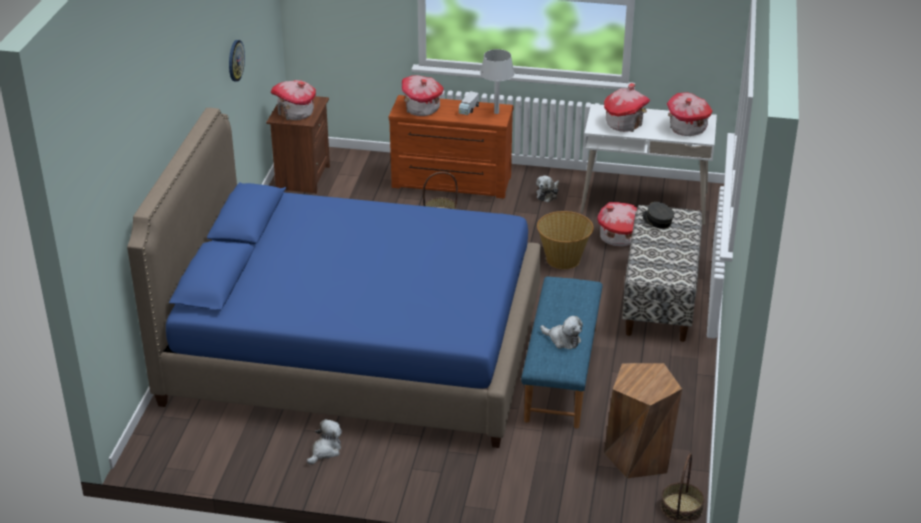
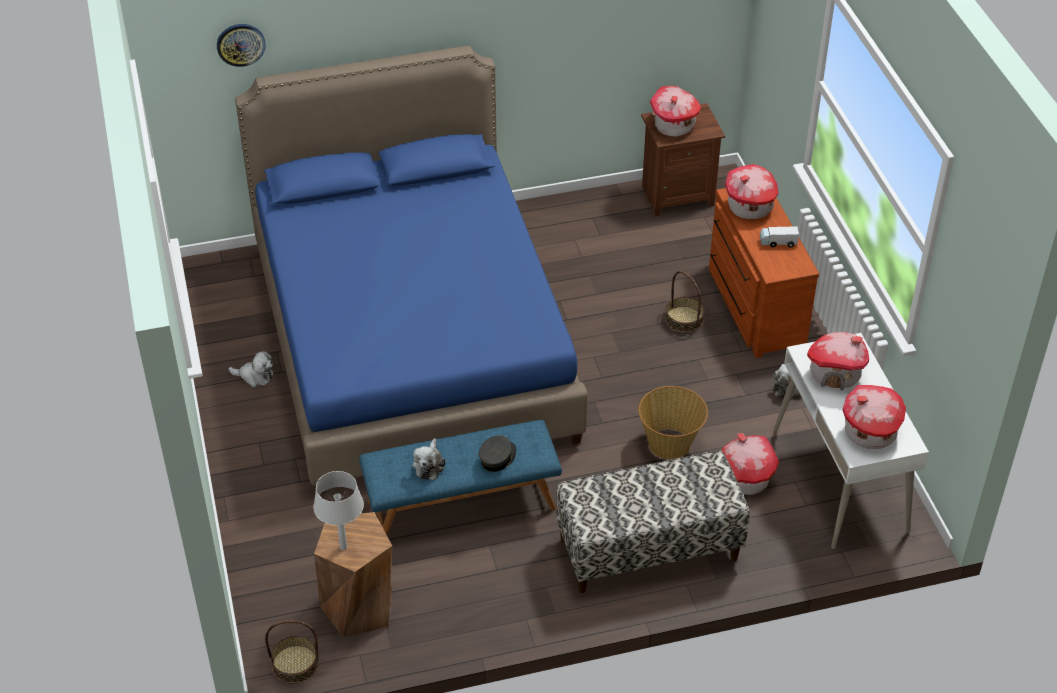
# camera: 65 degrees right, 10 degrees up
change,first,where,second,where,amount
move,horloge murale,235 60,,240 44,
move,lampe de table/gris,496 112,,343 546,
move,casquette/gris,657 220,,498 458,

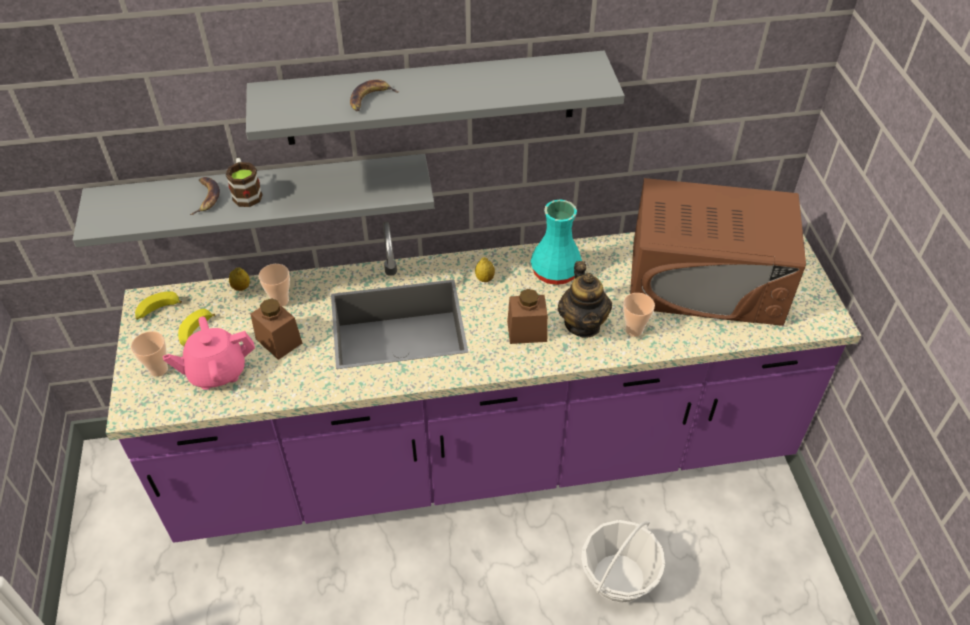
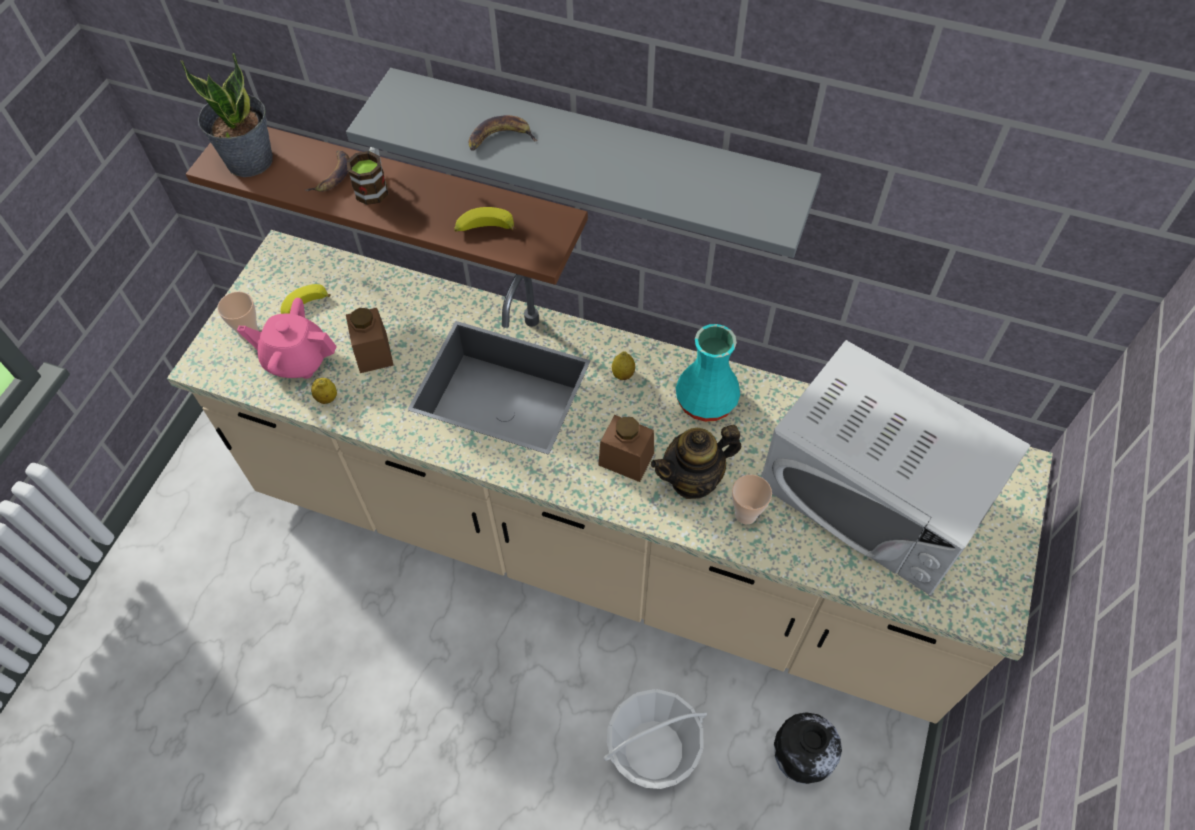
# camera: 30 degrees right, 10 degrees up
change,first,where,second,where,amount
recolor,comptoir de cuisine/violet,485 454,comptoir de cuisine/beige,599 545,
insert,,,plante en pot,249 160,
recolor,étagère/gris,263 197,étagère/marron,409 192,
move,citron,241 287,,327 398,
move,banane,157 310,,484 229,
rotate,théière,583 324,,693 479,45 degrees clockwise
recolor,micro-ondes/marron,706 281,micro-ondes/blanc,875 493,
insert,,,vase,799 759,
delete,tasse,280 300,,,

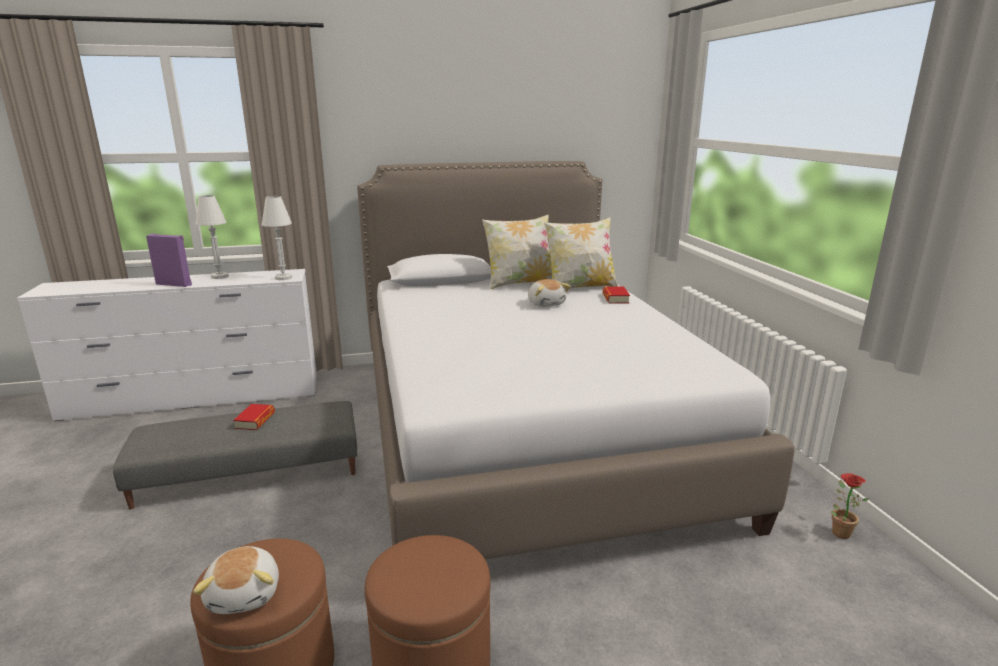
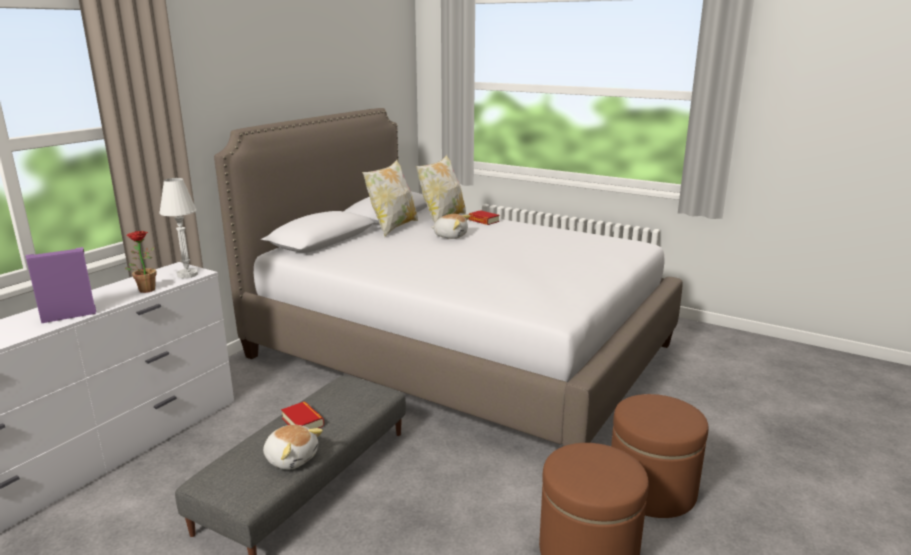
# camera: 45 degrees left, 0 degrees up
change,first,where,second,where,amount
move,plante en pot,838 531,,145 289,
move,peluche,245 594,,291 458,
delete,lampe de table/blanc,219 276,,,

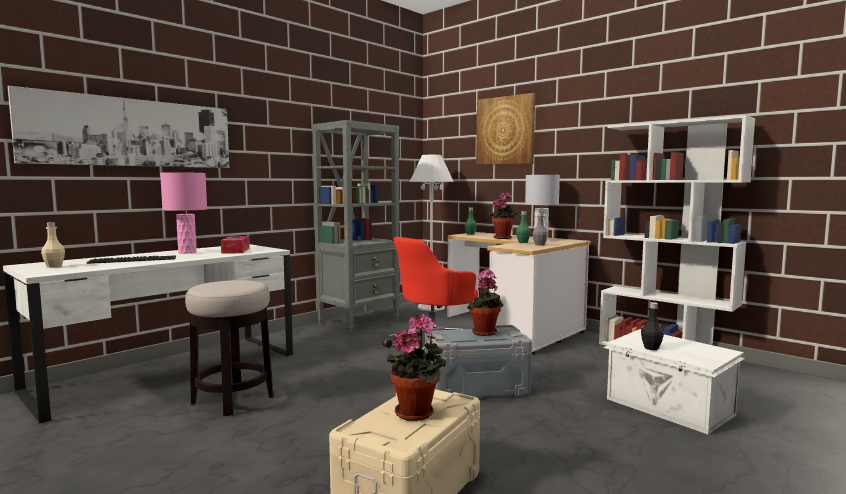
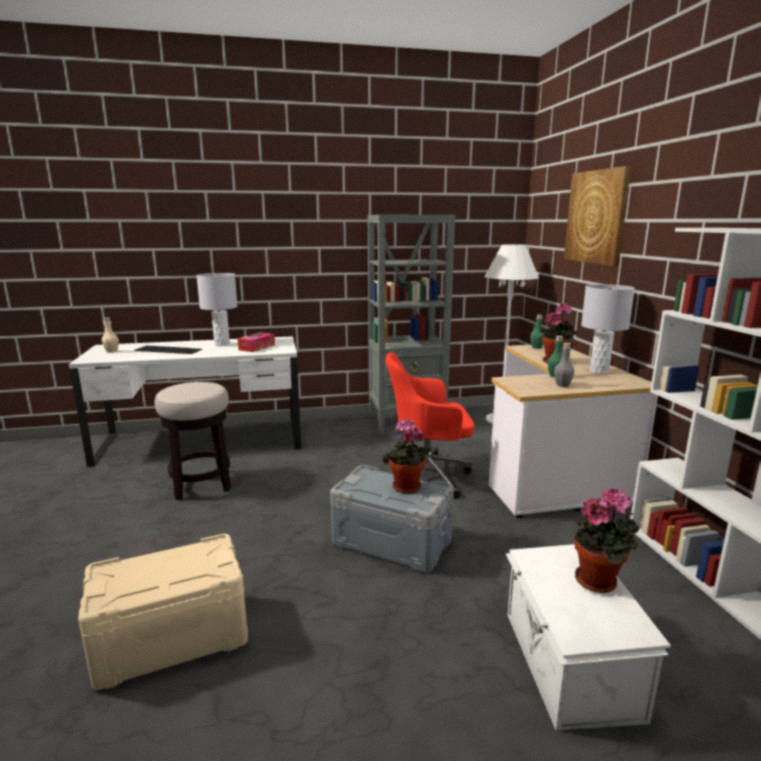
# camera: 35 degrees right, 10 degrees up
change,first,where,second,where,amount
recolor,lampe de table/rose,187 252,lampe de table/gris,222 344,
move,plante en pot,417 412,,599 581,
delete,tableau,133 132,,,
delete,bouteille/noir,651 348,,,

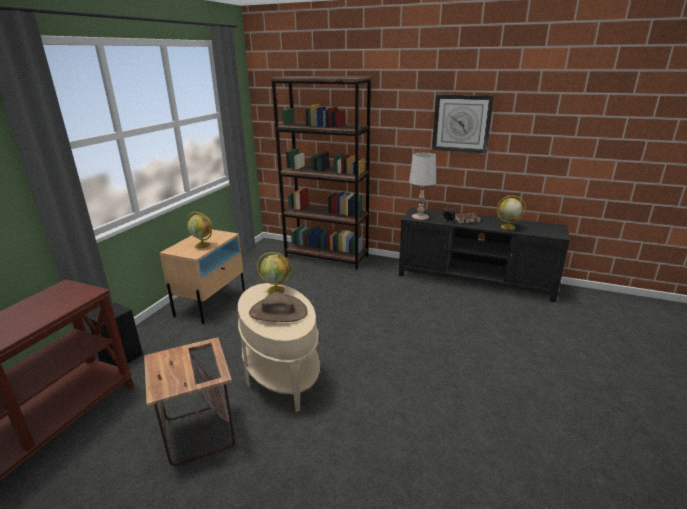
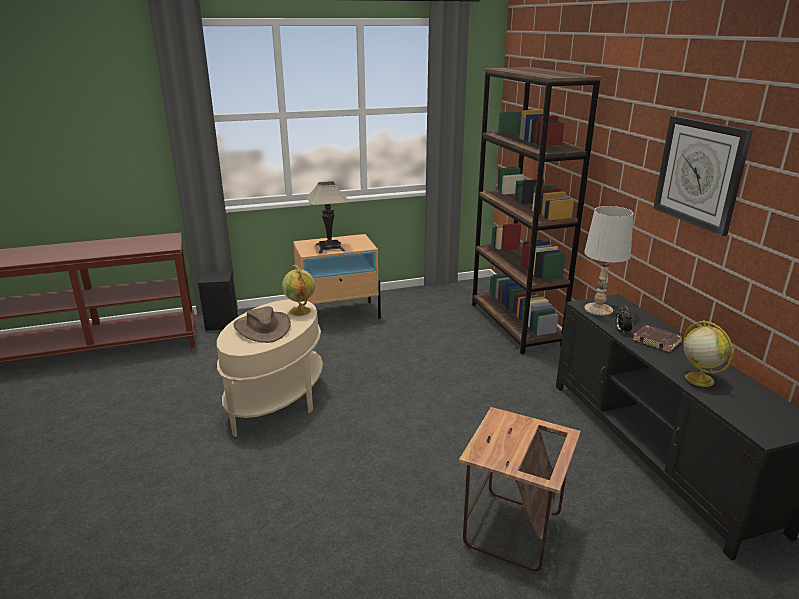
# camera: 50 degrees right, 0 degrees up
change,first,where,second,where,amount
replace,globe,203 245,lampe de table,330 247,
move,table d'appoint,199 434,,512 531,

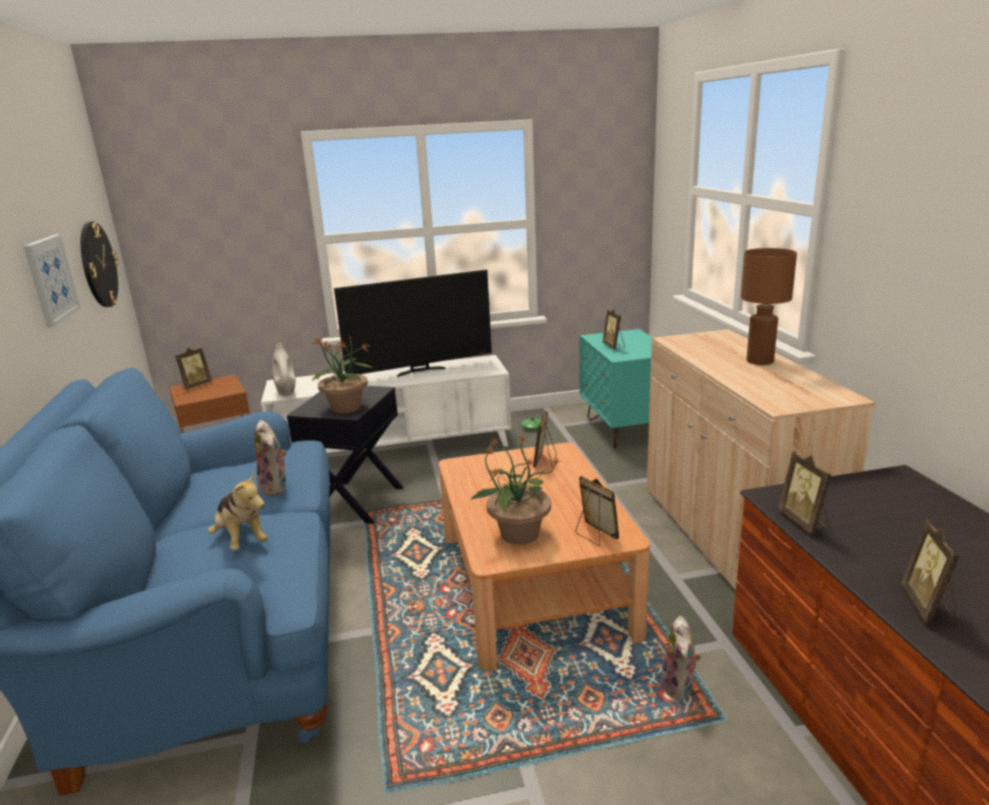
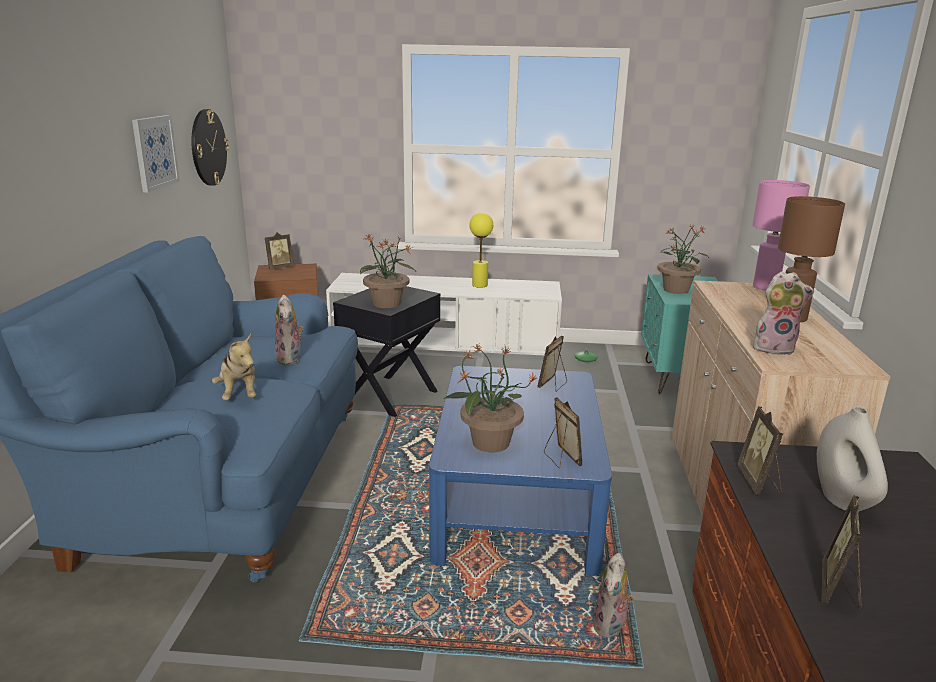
# camera: 15 degrees right, 0 degrees up
change,first,where,second,where,amount
recolor,table basse/marron,533 583,table basse/bleu,516 499,
replace,téléviseur,420 371,lampe de table/jaune,480 285,
replace,cadre photo,614 346,plante en pot,676 289,
insert,,,lampe de table/rose,765 287,
insert,,,peluche,774 348,
move,vase/blanc,286 392,,842 500,

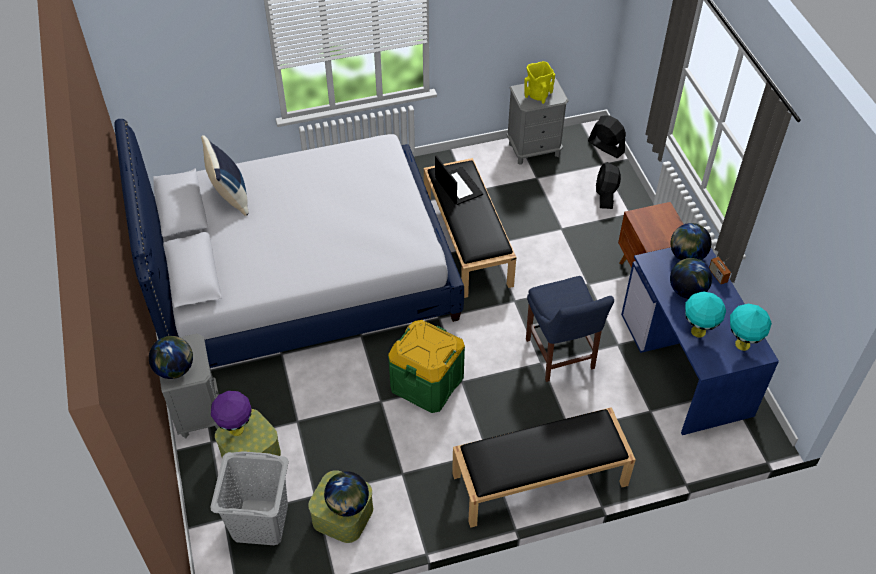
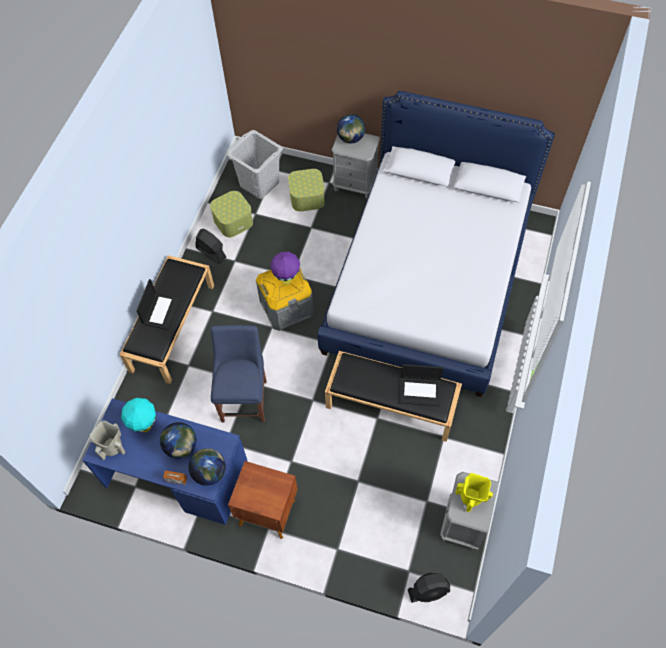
# camera: 125 degrees right, 10 degrees up
change,first,where,second,where,amount
replace,lampe de table/turquoise,741 344,vase/beige,113 446,
insert,,,ordinateur portable,161 310,
move,ventilateur/noir,605 195,,211 252,
rotate,chaise/bleu,561 356,,245 398,75 degrees clockwise
recolor,boîte de rangement/vert,427 382,boîte de rangement/gris,286 307,
move,lampe de table/violet,236 429,,287 280,
delete,coussin/bleu,229 196,,,
delete,globe,347 504,,,

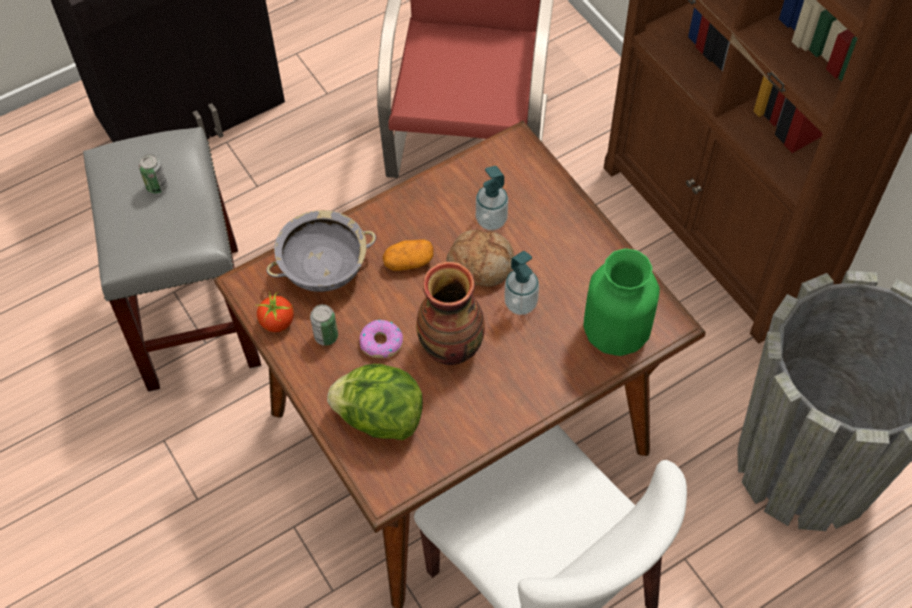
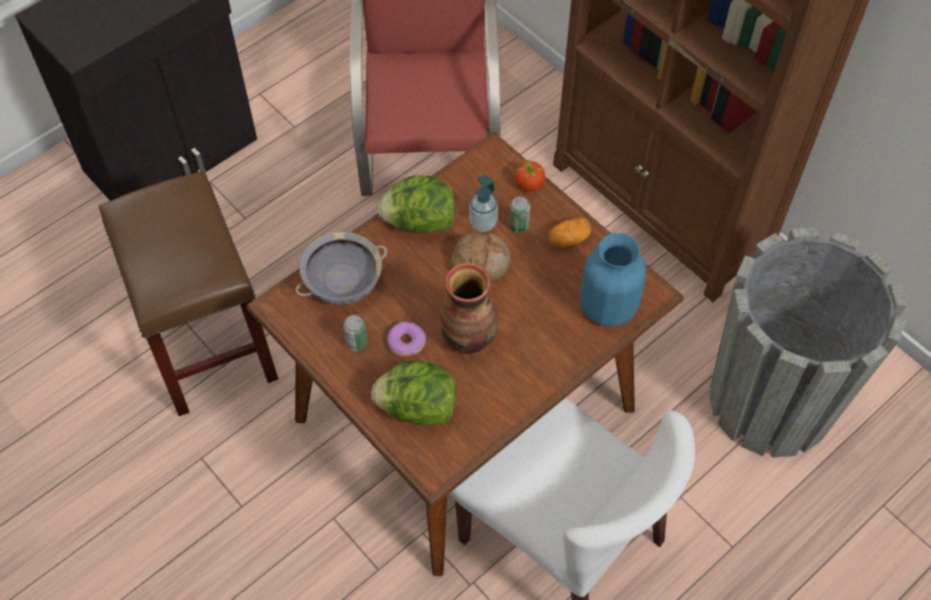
# camera: 10 degrees left, 0 degrees up
change,first,where,second,where,amount
recolor,tabouret/gris,195 317,tabouret/marron,210 343,
insert,,,laitue,419 222,
move,boîte métallique,157 186,,518 225,
move,tomate,277 322,,529 184,
move,pomme de terre,408 262,,568 239,
recolor,vase/vert,616 332,vase/bleu,608 306,
delete,distributeur de savon,520 303,,,

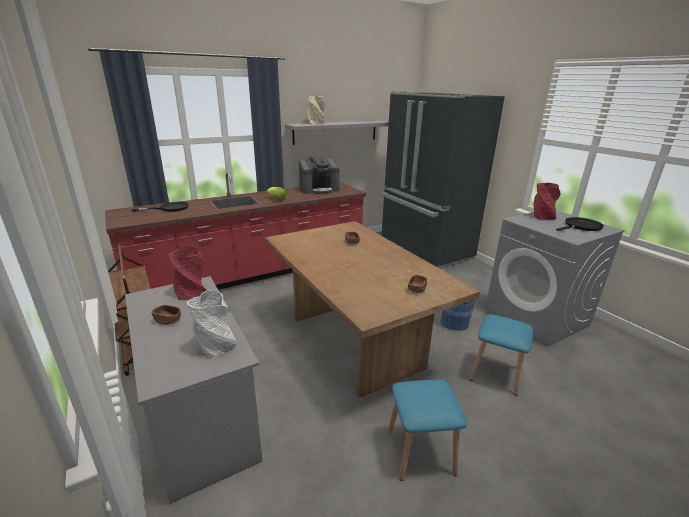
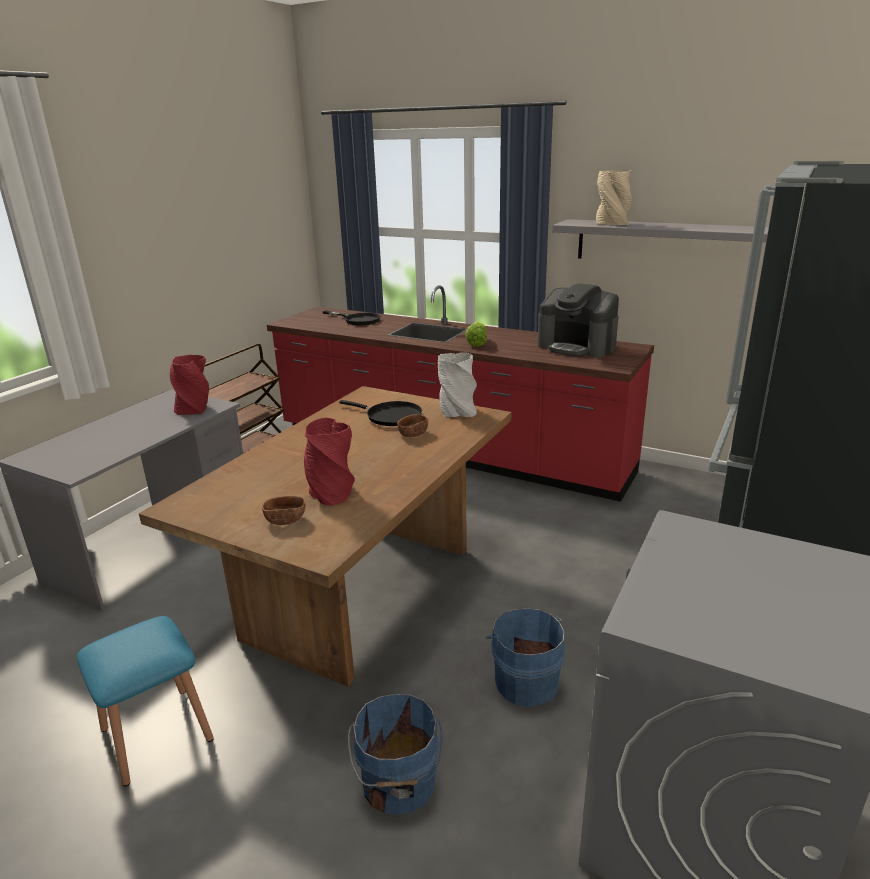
# camera: 60 degrees right, 0 degrees up
change,first,where,second,where,amount
move,vase/rouge,542 217,,331 492,
move,poêle/noir,581 227,,390 416,
replace,tabouret/bleu,496 373,seau/bleu,398 784,
move,vase/gris,216 346,,457 411,
delete,bol/marron,168 320,,,

